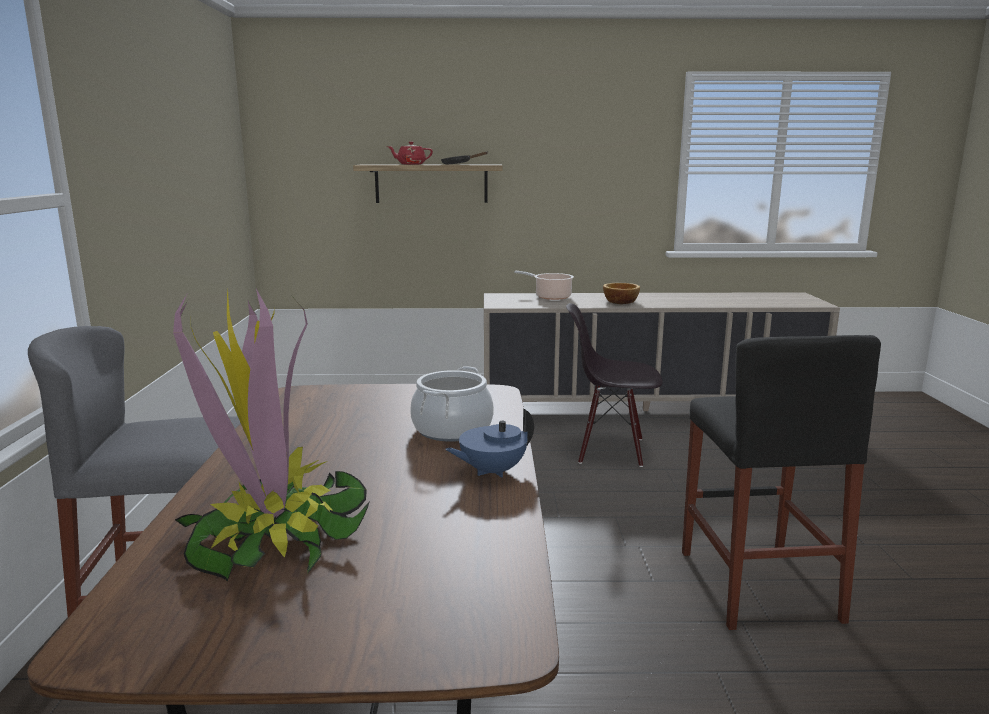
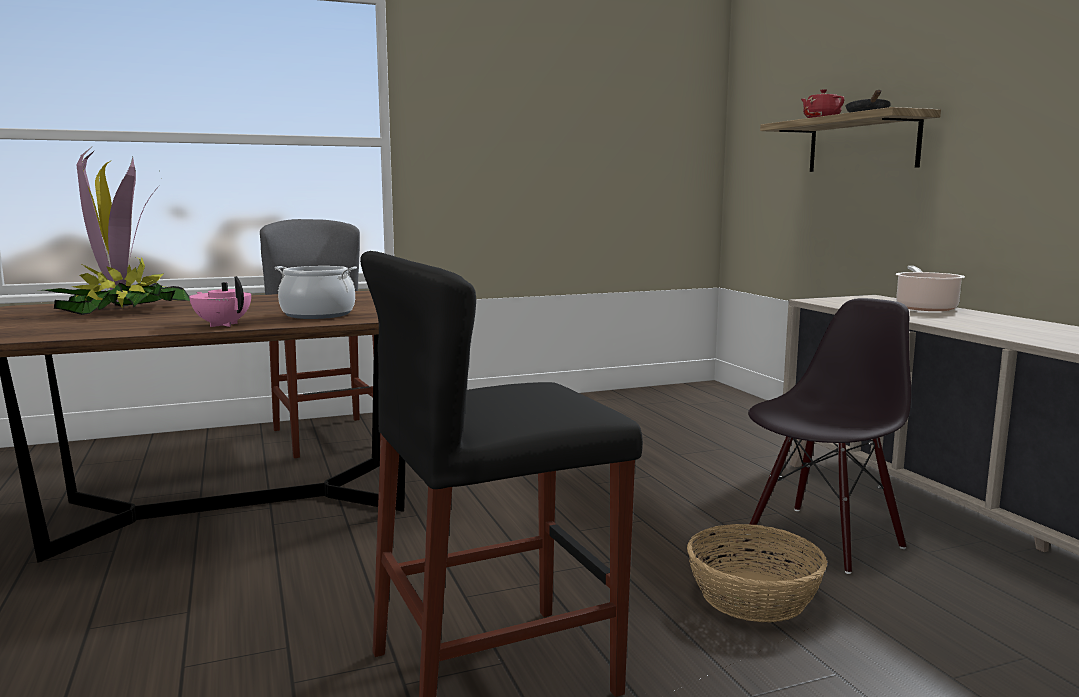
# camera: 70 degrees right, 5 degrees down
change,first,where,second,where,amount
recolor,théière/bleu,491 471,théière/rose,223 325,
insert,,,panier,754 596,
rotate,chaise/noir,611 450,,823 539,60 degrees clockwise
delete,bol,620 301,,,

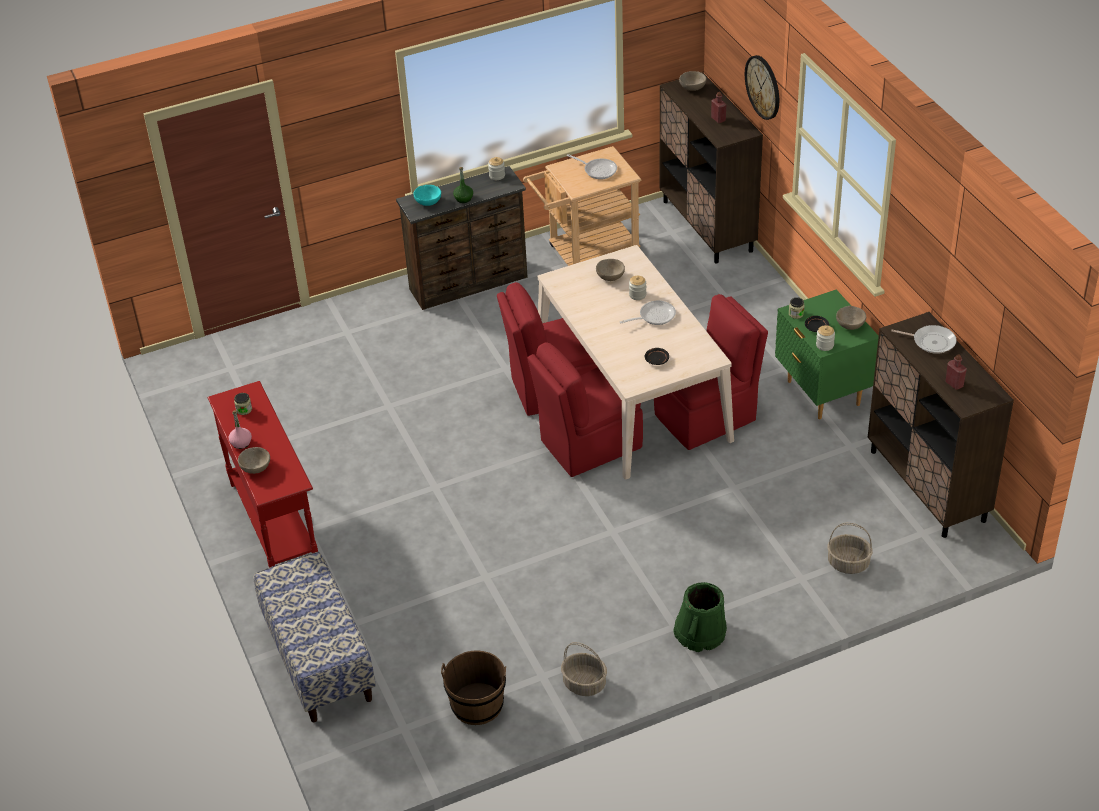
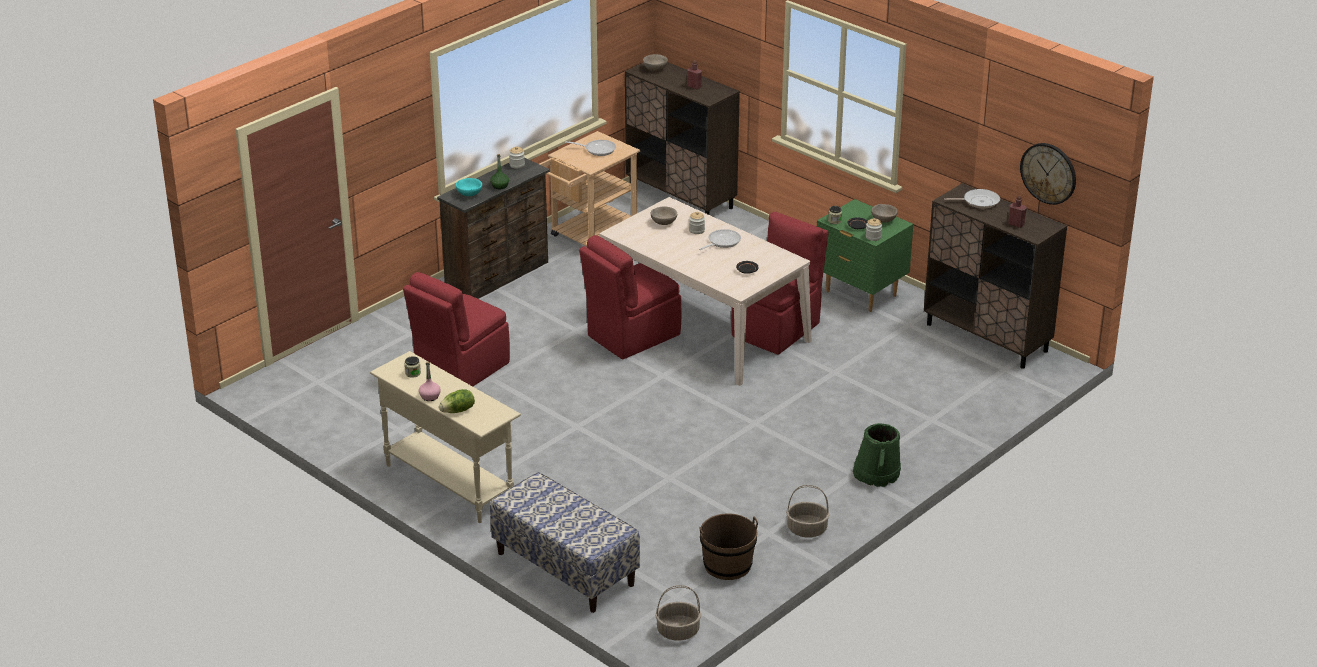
# camera: 25 degrees left, 10 degrees down
change,first,where,second,where,amount
recolor,table console/rouge,274 523,table console/beige,449 483,
move,chaise/rouge,588 445,,460 370,
replace,bol/beige,256 468,laitue,458 411,
move,panier,848 563,,678 631,
move,horloge murale,763 87,,1048 173,

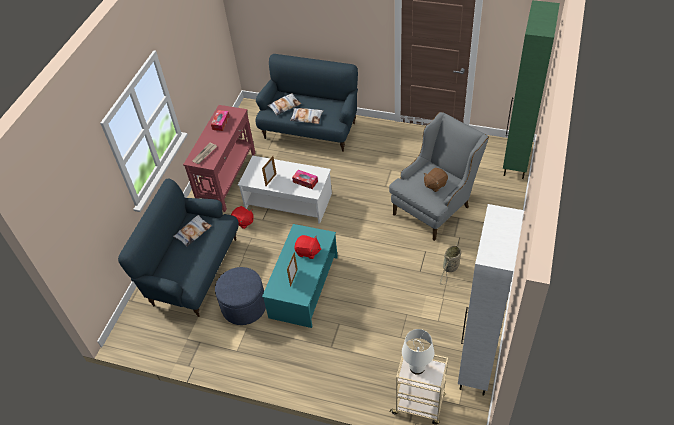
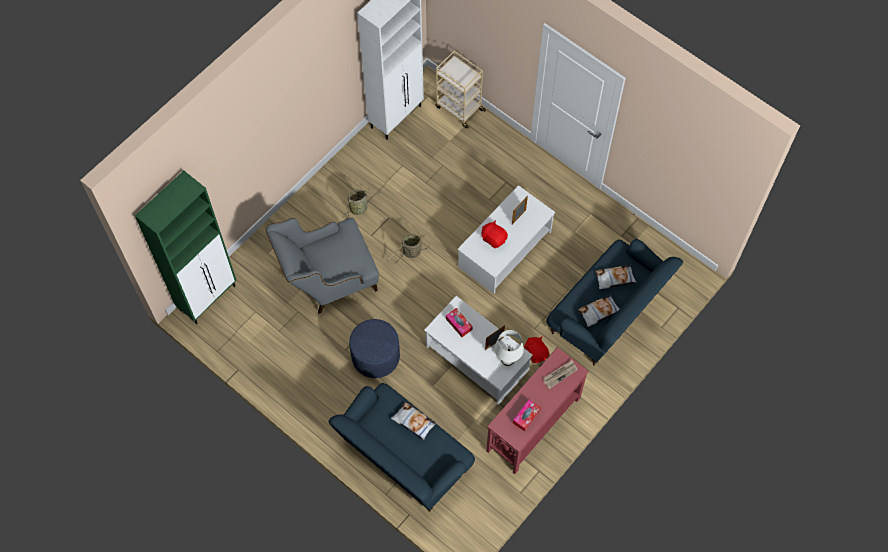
# camera: 160 degrees left, 15 degrees up
change,first,where,second,where,amount
move,pouf/bleu,244 306,,375 356,
insert,,,panier,411 253,
recolor,table basse/turquoise,304 286,table basse/blanc,504 250,
move,lampe de table/blanc,417 368,,507 359,
move,coussin,284 106,,614 278,
delete,peluche/marron,435 184,,,

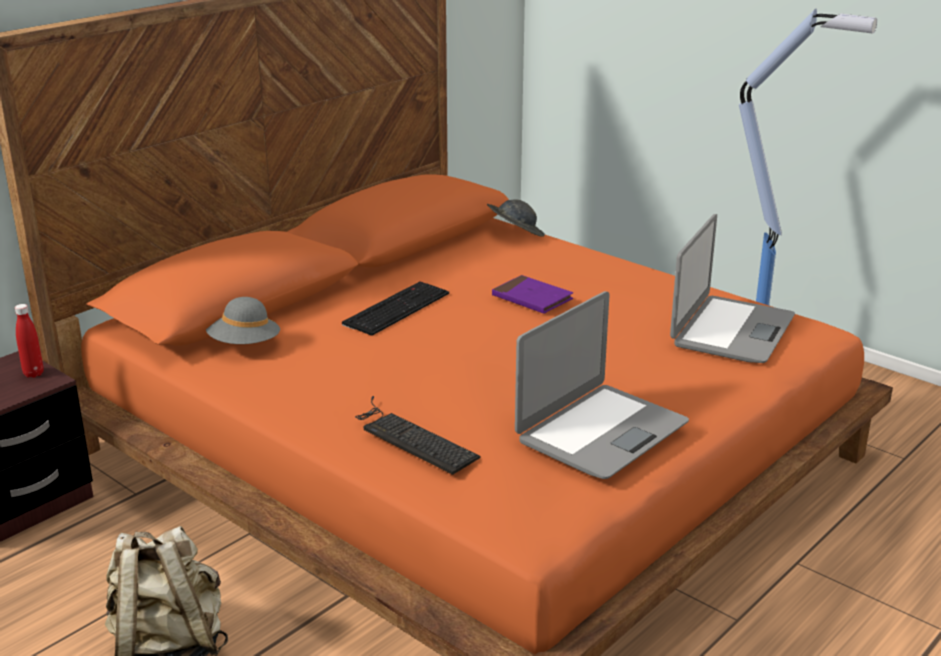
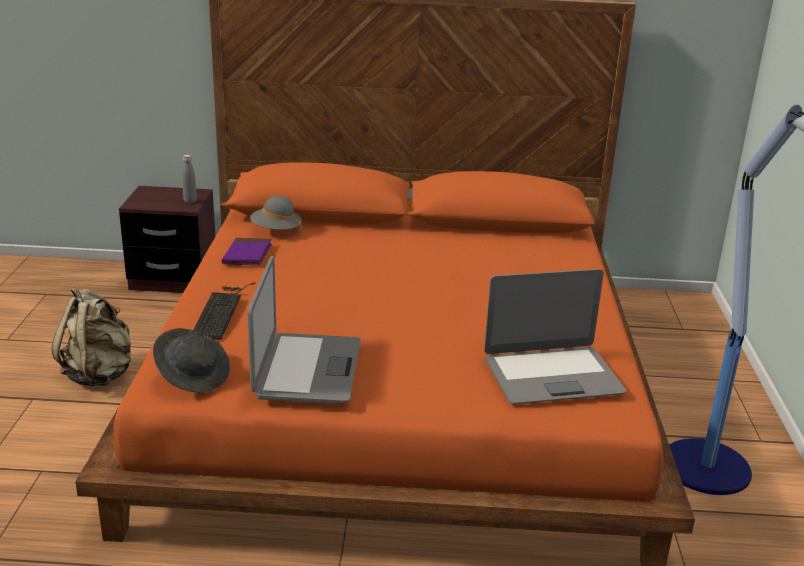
# camera: 50 degrees right, 0 degrees up
change,first,where,second,where,amount
move,chapeau/gris,515 234,,193 376,
recolor,bouteille/rouge,33 374,bouteille/gris,190 201,
move,livre/violet,532 298,,247 255,
rotate,ordinateur portable,600 432,,306 369,90 degrees counterclockwise
delete,clavier,396 308,,,

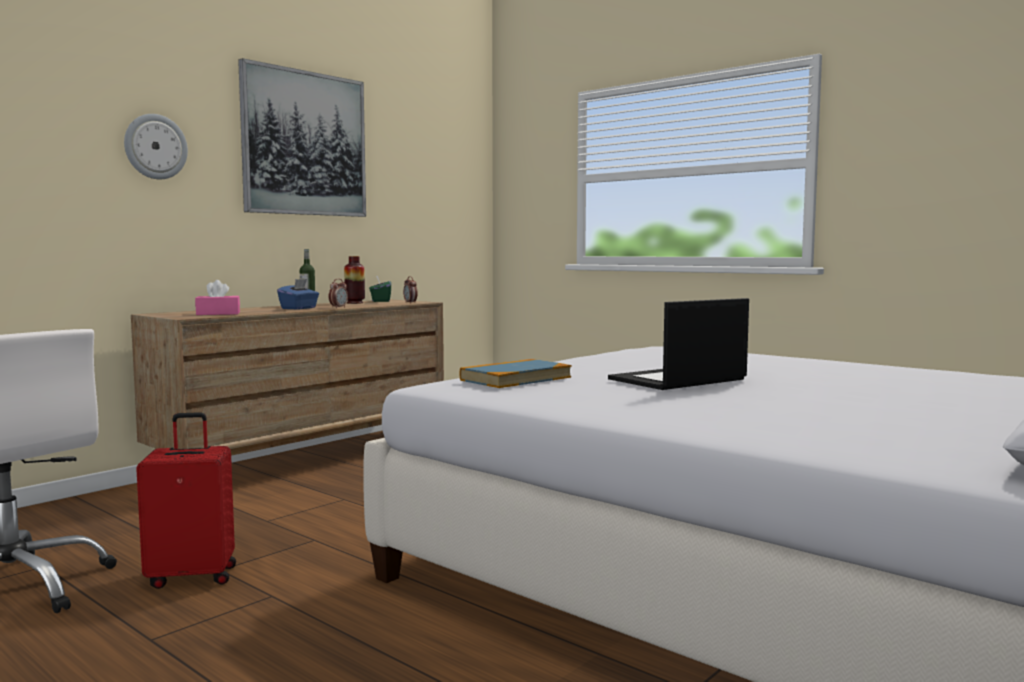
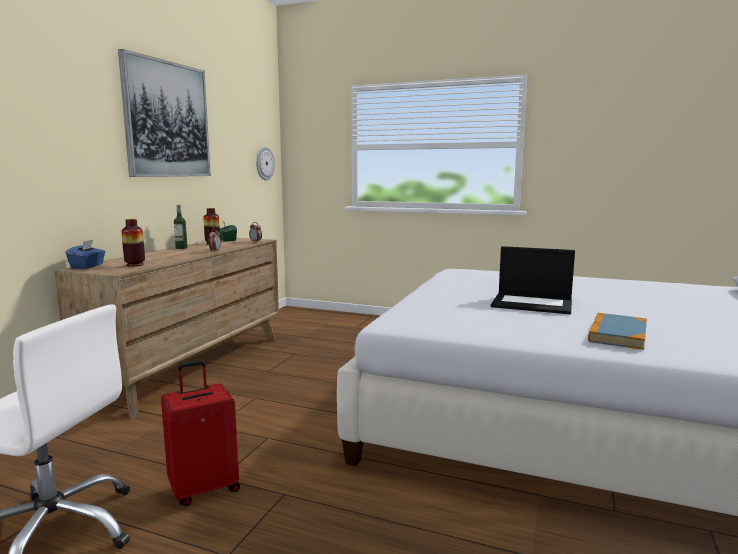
# camera: 20 degrees left, 5 degrees up
change,first,where,second,where,amount
move,boîte à mouchoirs/bleu,299 308,,87 266,
replace,boîte à mouchoirs/rose,218 314,vase,135 265,
move,horloge murale,155 147,,264 163,
rotate,ordinateur portable,677 380,,533 304,105 degrees counterclockwise
move,livre,515 378,,617 334,

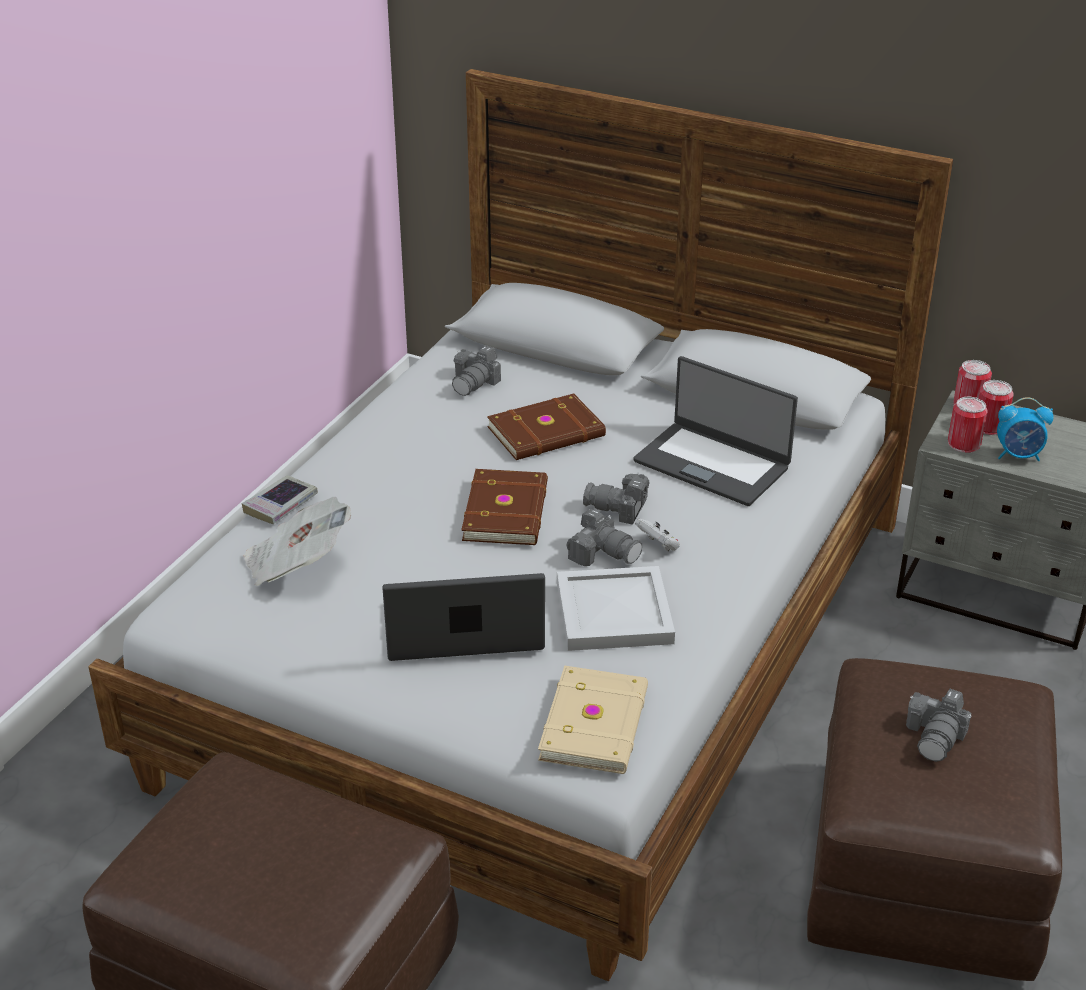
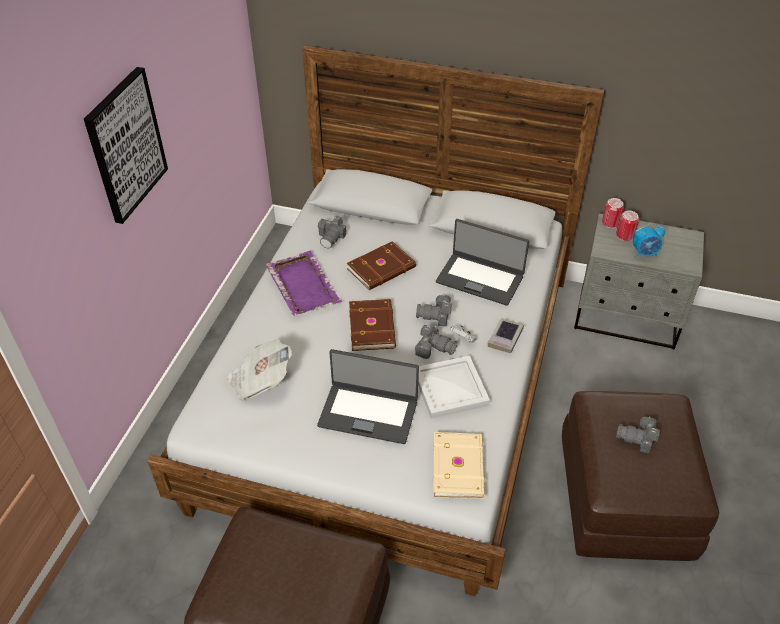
# camera: 10 degrees left, 10 degrees up
change,first,where,second,where,amount
insert,,,tableau,125 145,
insert,,,plateau/violet,302 285,
rotate,ordinateur portable,463 630,,368 412,150 degrees counterclockwise
move,livre,280 504,,505 338,
rotate,appareil photo,936 736,,637 439,90 degrees clockwise
delete,boîte métallique,964 443,,,

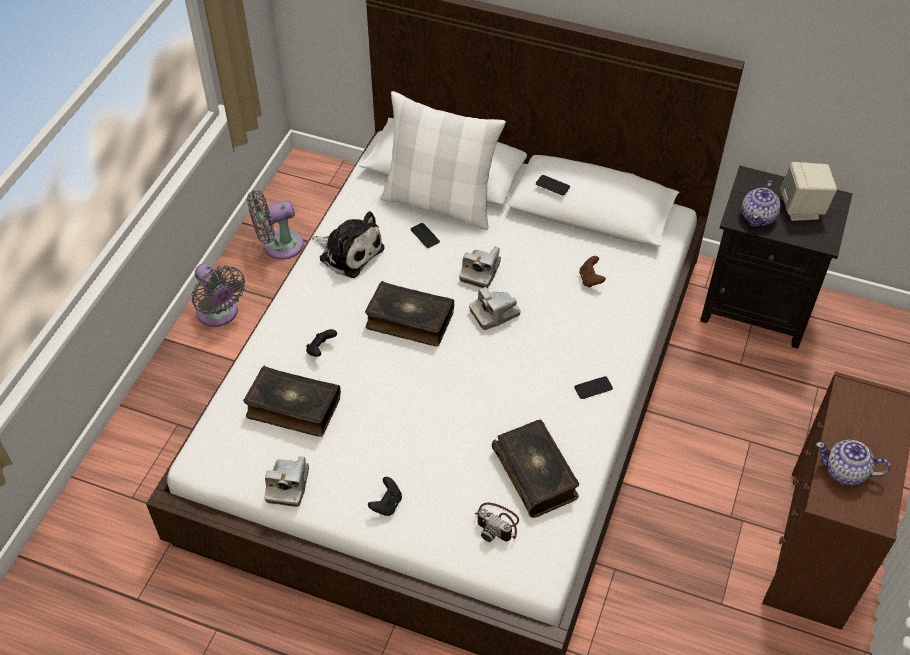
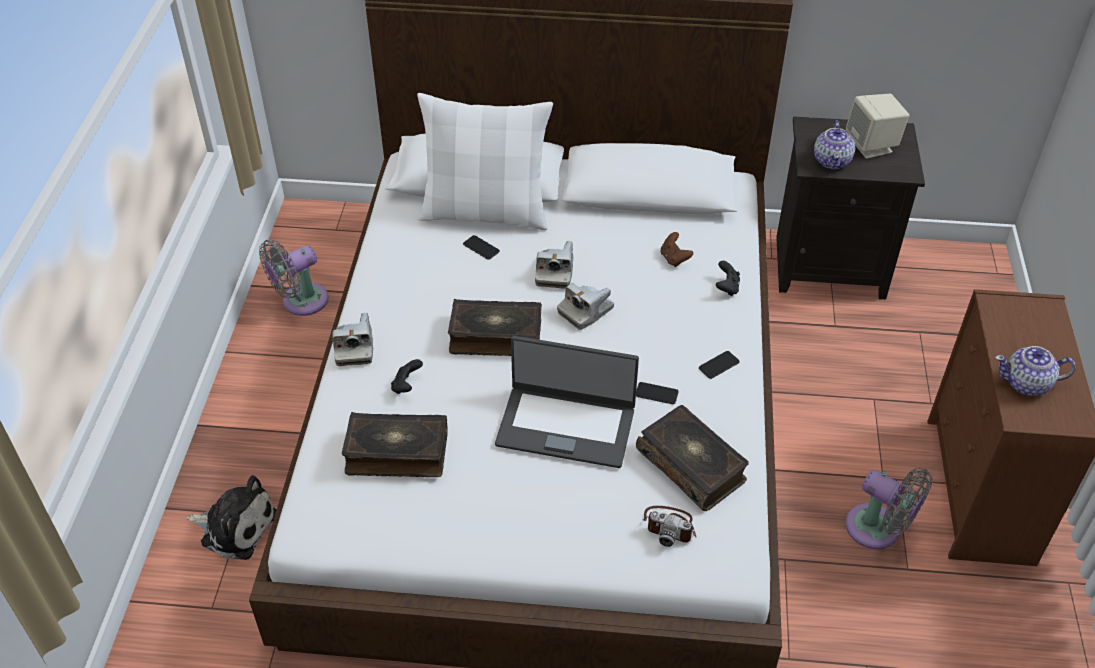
# camera: 15 degrees left, 5 degrees down
change,first,where,second,where,amount
move,peluche,349 252,,235 527,
move,appareil photo,288 485,,354 348,
insert,,,ordinateur portable,566 425,
move,téléphone,552 185,,656 394,
move,manette/noir,387 504,,727 287,
move,ventilateur/gris,219 314,,878 530,

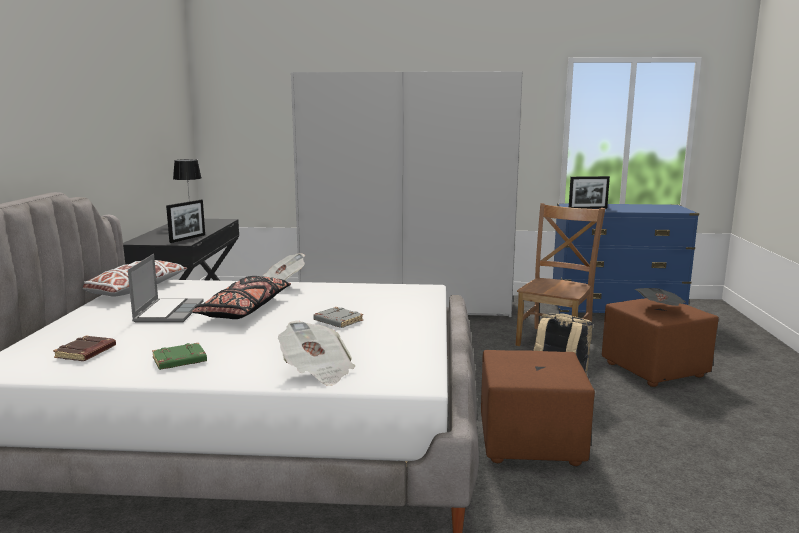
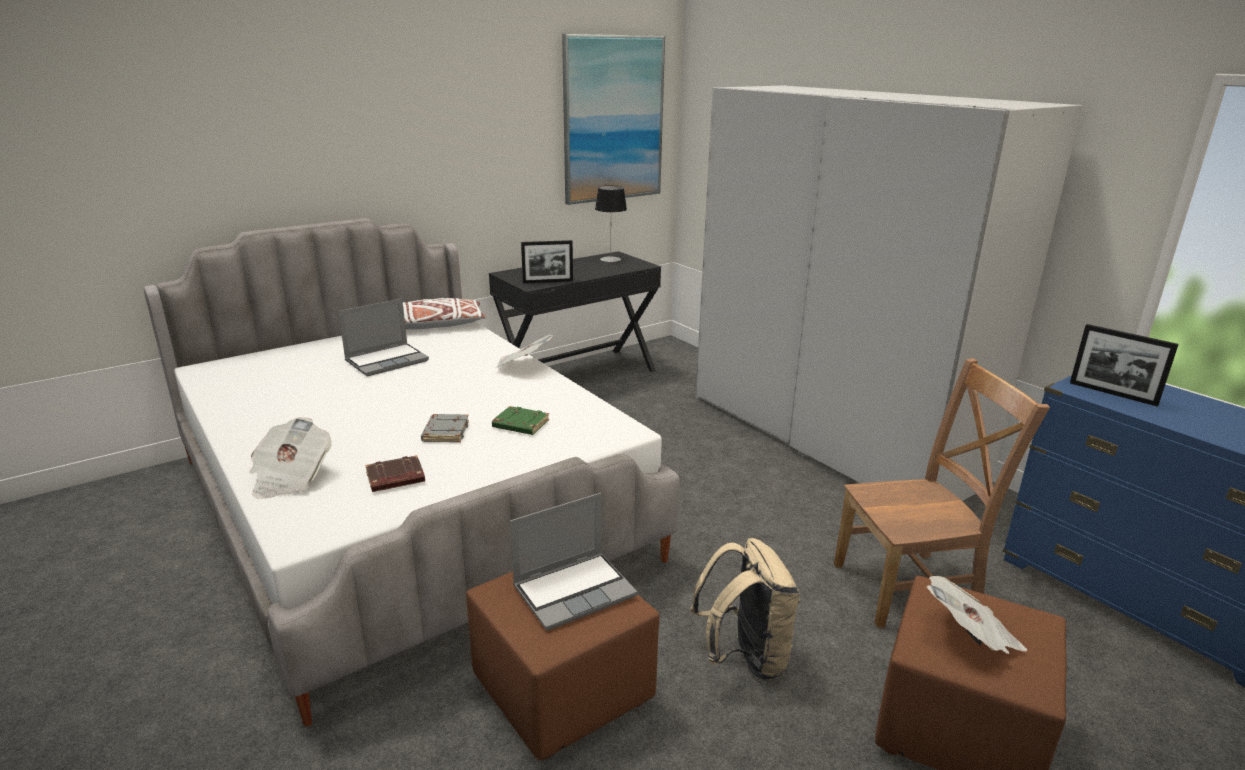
# camera: 50 degrees right, 10 degrees up
change,first,where,second,where,amount
move,livre/marron,86 353,,395 479,
move,livre/vert,179 361,,520 425,
insert,,,ordinateur portable,575 590,
insert,,,tableau,613 119,
delete,coussin/noir,245 309,,,

